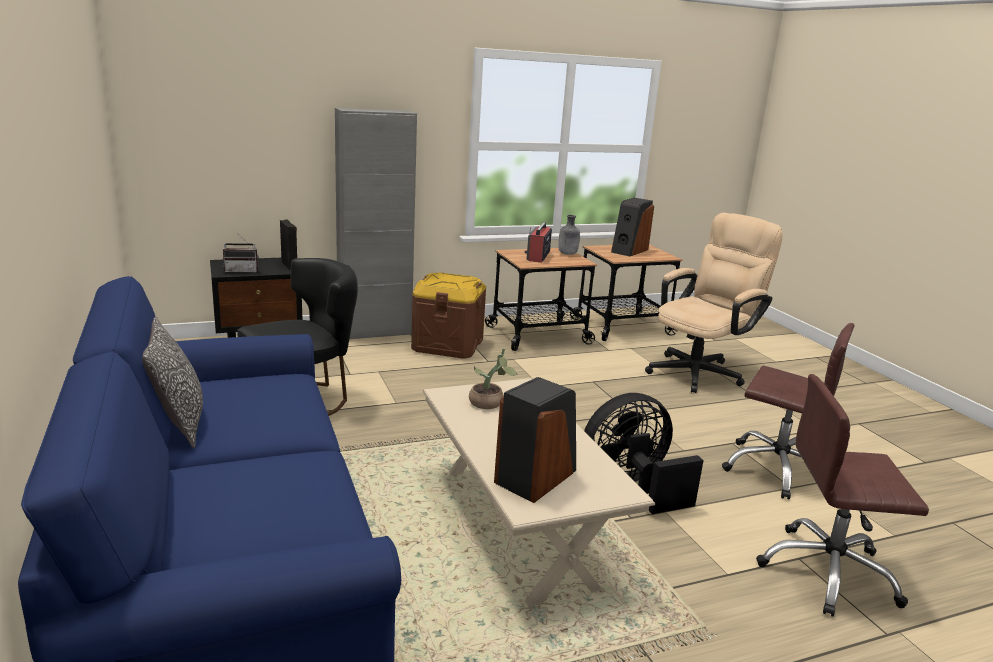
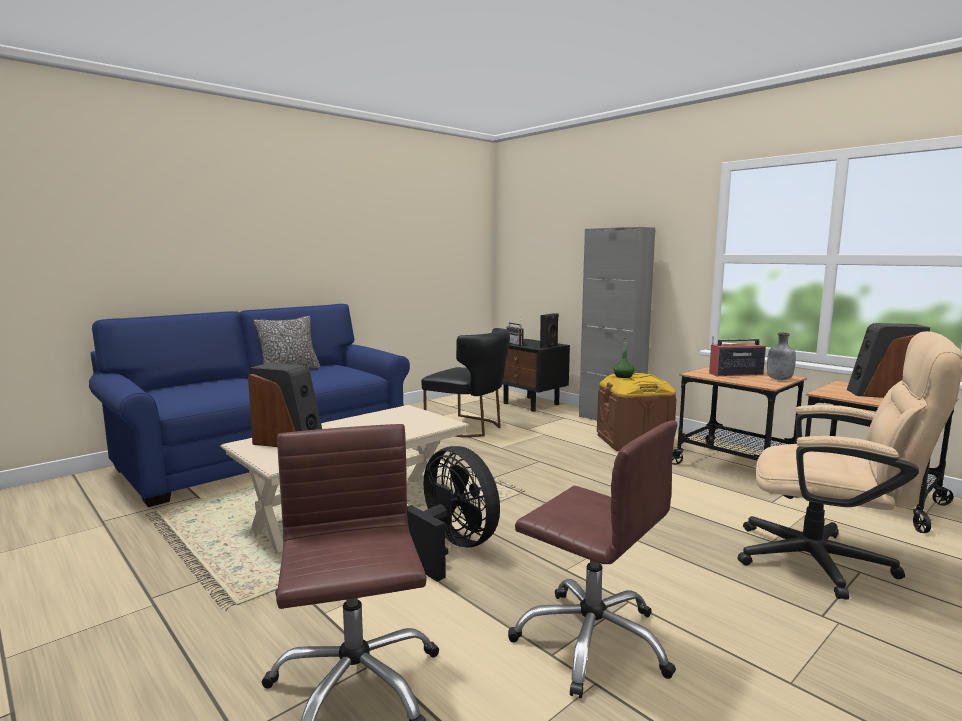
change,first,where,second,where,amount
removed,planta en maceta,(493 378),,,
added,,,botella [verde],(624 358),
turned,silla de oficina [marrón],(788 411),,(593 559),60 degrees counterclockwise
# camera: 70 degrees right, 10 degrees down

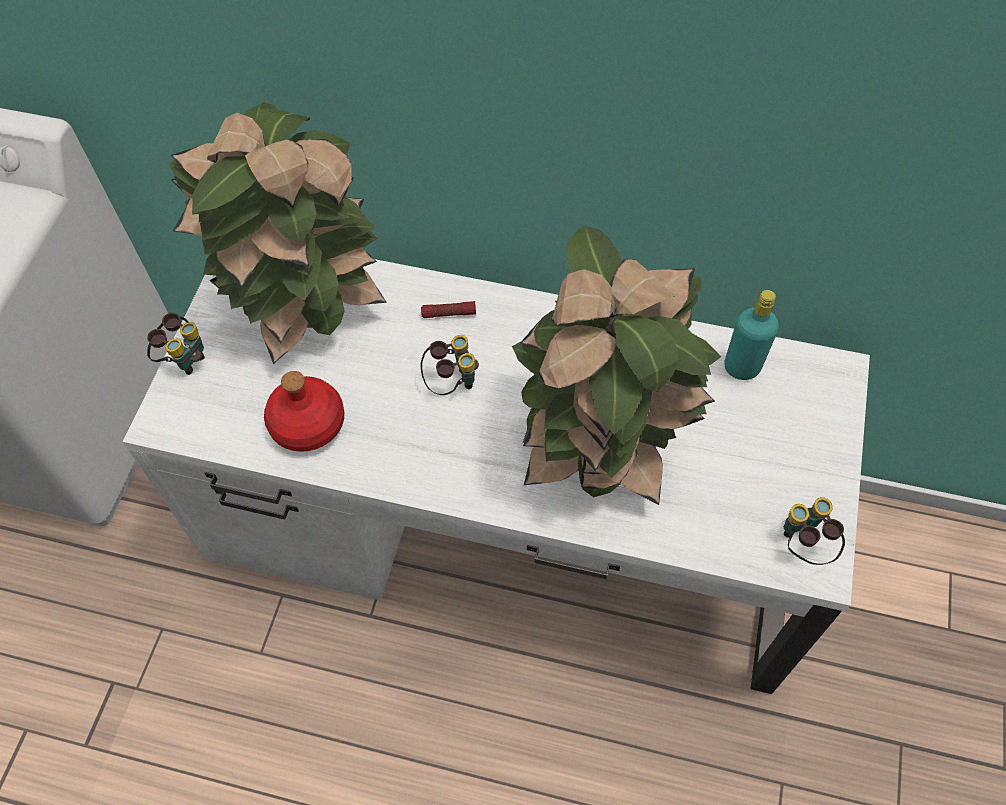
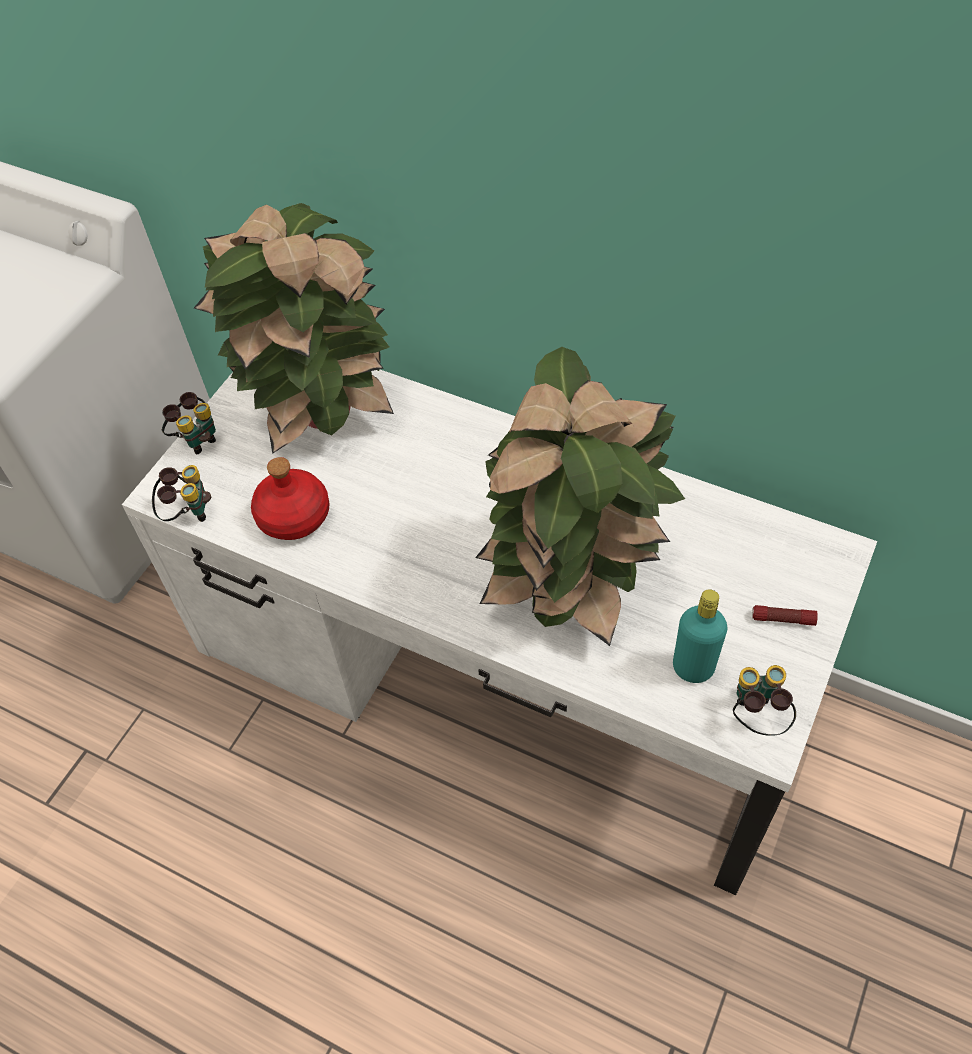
change,first,where,second,where,amount
moved,linterna,(448 309),,(785 615),
moved,prismáticos,(450 365),,(181 493),
moved,botella [turquesa],(751 335),,(700 636),
# camera: 15 degrees right, 5 degrees down

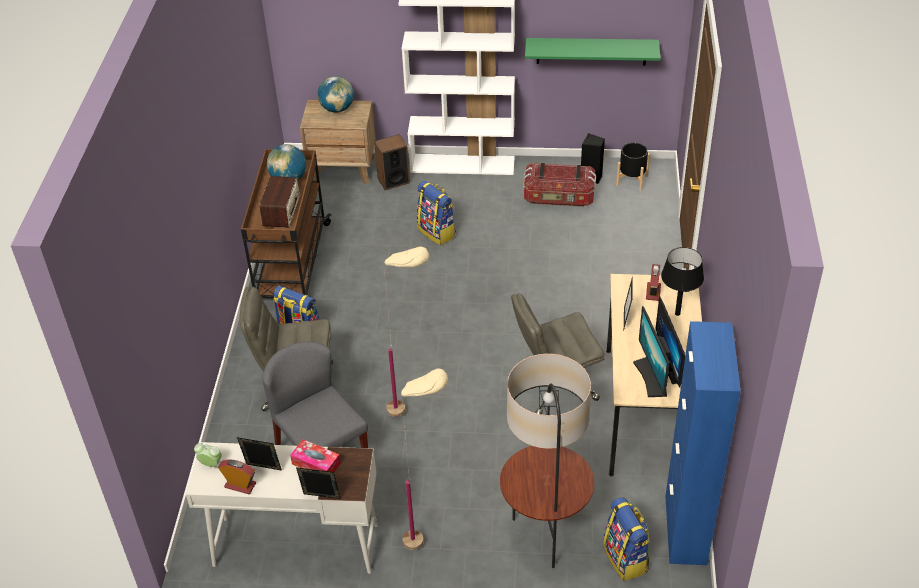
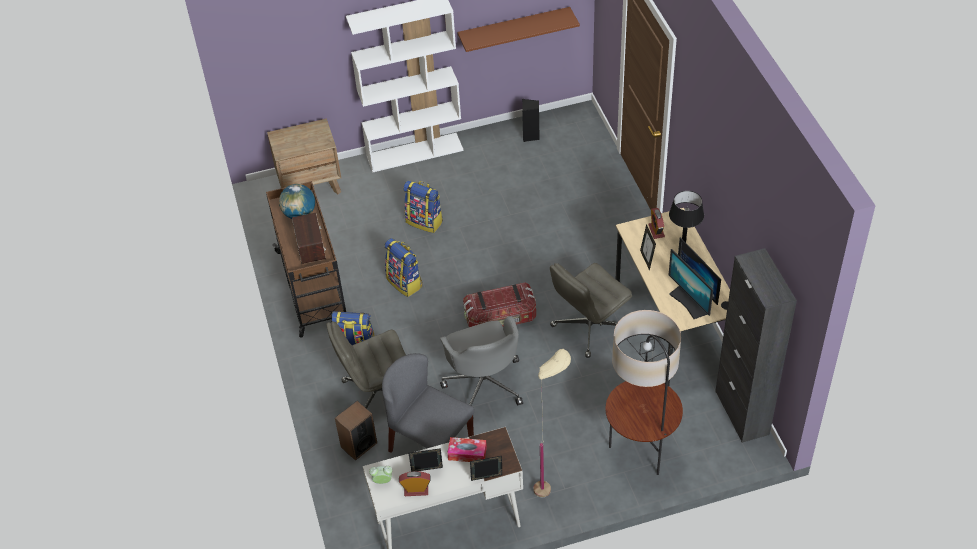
change,first,where,second,where,amount
removed,globo terráqueo,(336 94),,,
removed,maceta [negro],(633 166),,,
moved,altavoz,(392 162),,(356 431),
moved,caja de almacenaje,(559 185),,(499 305),
moved,mochila,(626 539),,(403 267),
replaced,lámpara de pie [beis],(406 331),silla de oficina [gris],(481 367),
recoloured,estante [verde],(593 51),estante [marrón],(519 29),
recoloured,armario [azul],(703 443),armario [negro],(756 345),
# camera: 20 degrees left, 5 degrees up

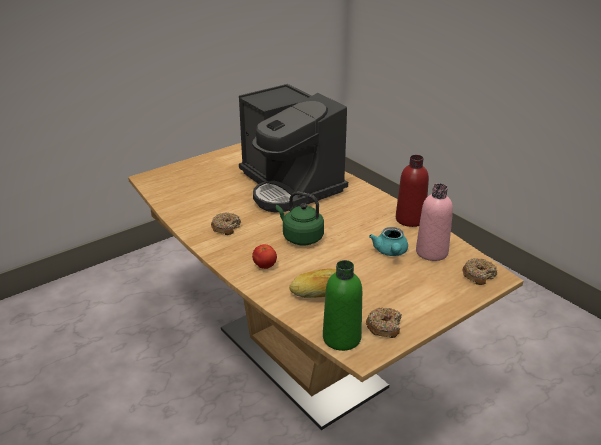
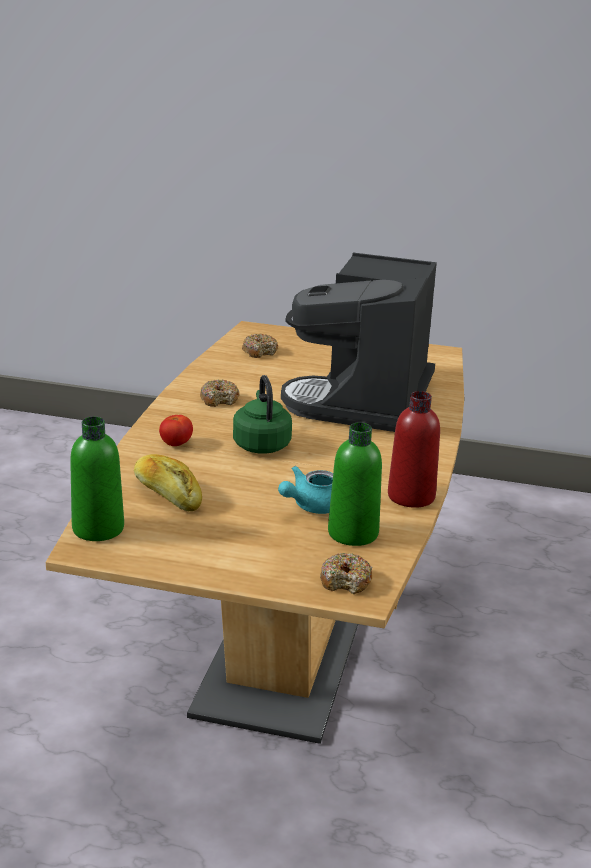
change,first,where,second,where,amount
moved,rosquilla,(384 323),,(260 346),
recoloured,botella [rosa],(434 222),botella [verde],(355 484),
# camera: 50 degrees right, 5 degrees down

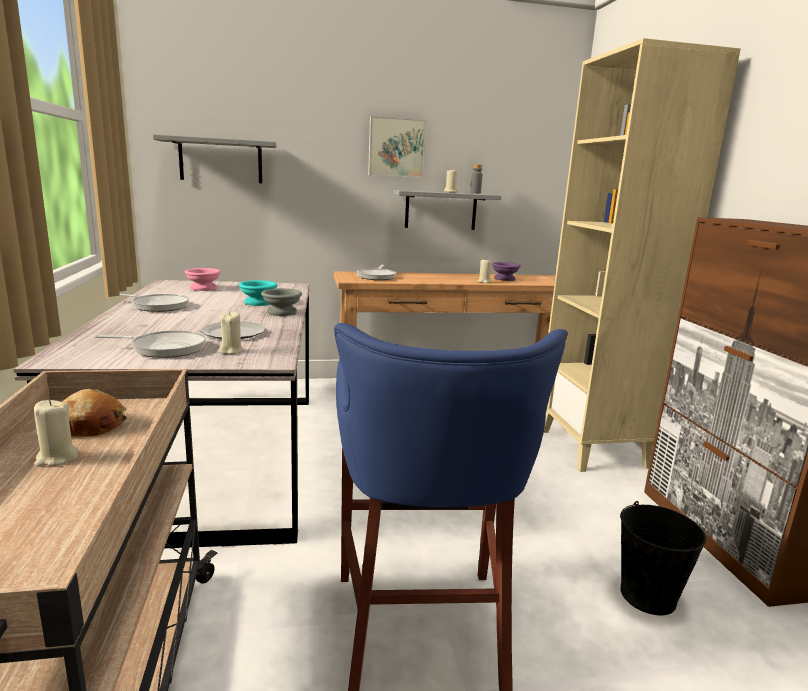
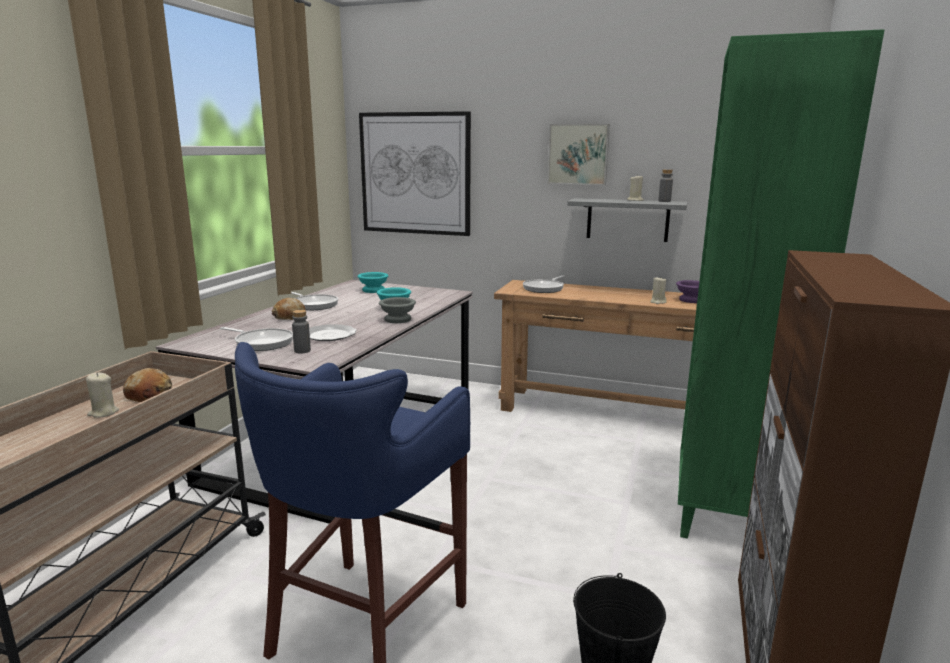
change,first,where,second,where,amount
added,,,pan,(288 309),
replaced,estante [gris],(214 158),cuadro,(415 173),
replaced,vela [beis],(231 332),botella [gris],(301 332),
recoloured,cuenco [rosa],(202 279),cuenco [turquesa],(373 282),
recoloured,estantería [beis],(642 255),estantería [verde],(781 284),
# camera: 30 degrees right, 0 degrees up

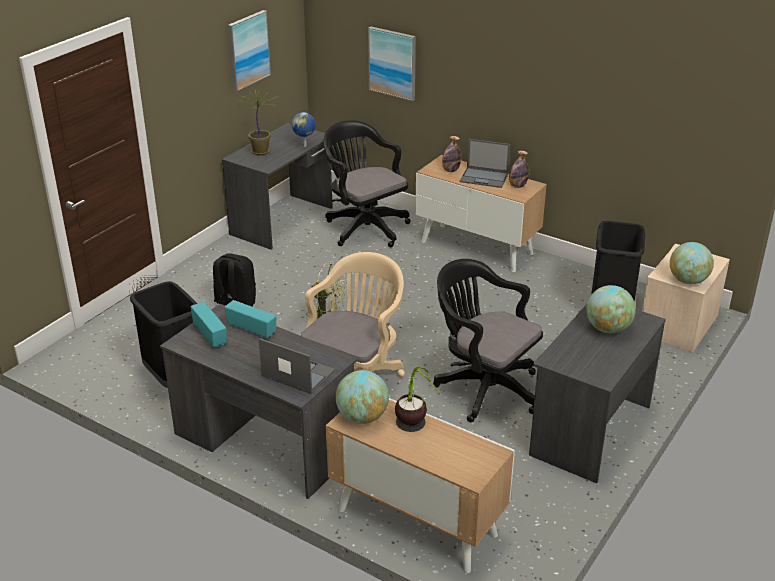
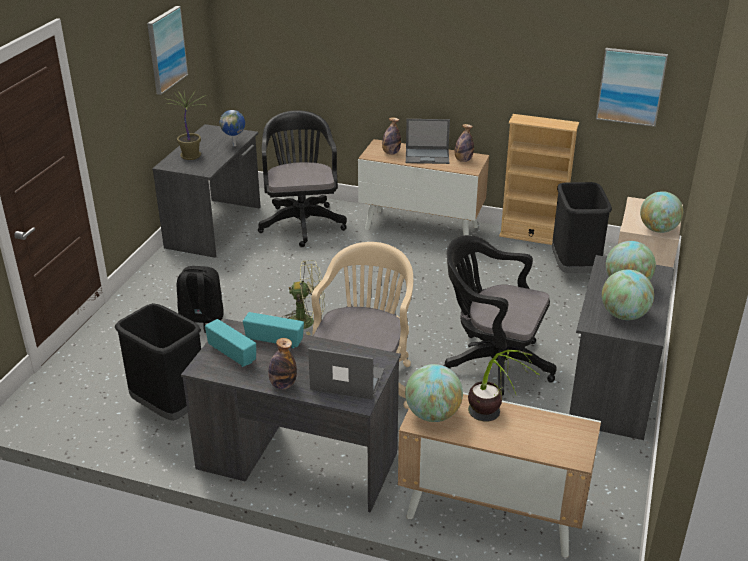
change,first,where,second,where,amount
added,,,botella,(282 363),
added,,,estantería [beis],(539 179),
added,,,globo terráqueo,(628 295),
moved,cuadro,(392 64),,(632 87),
turned,silla de oficina [negro],(367 183),,(302 178),45 degrees clockwise
# camera: 15 degrees left, 0 degrees up

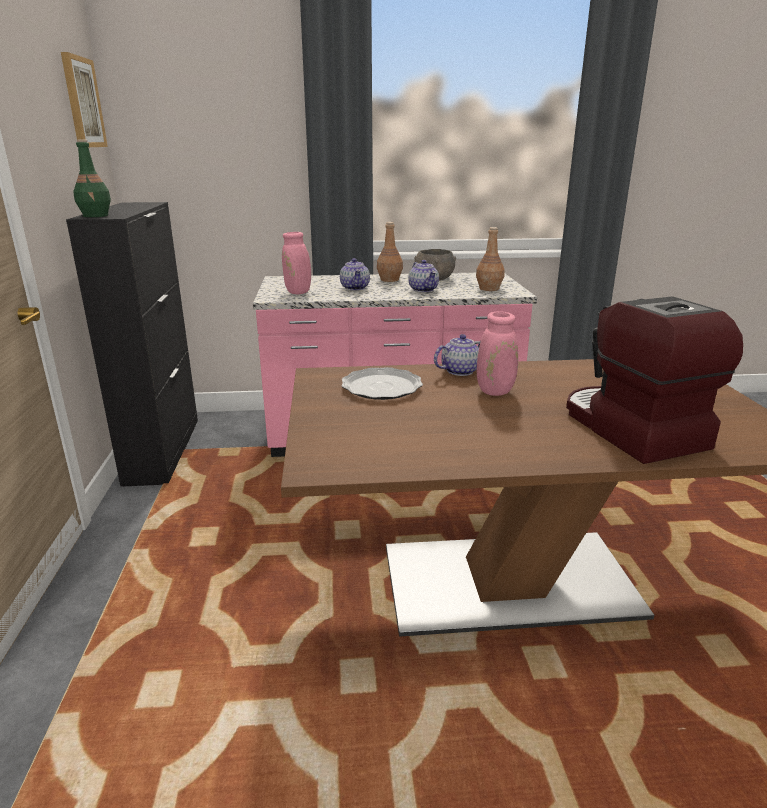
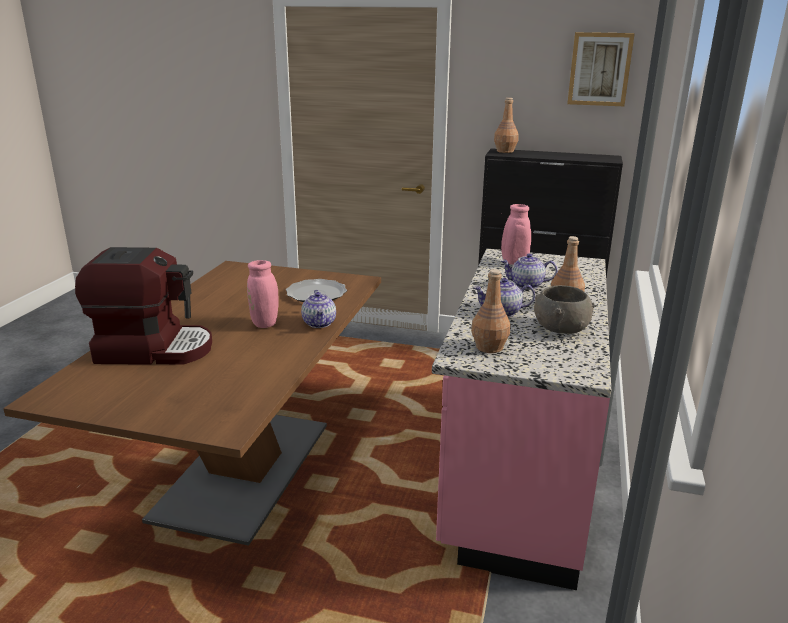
change,first,where,second,where,amount
recoloured,botella [verde],(92 178),botella [marrón],(506 125),
# camera: 110 degrees right, 0 degrees up

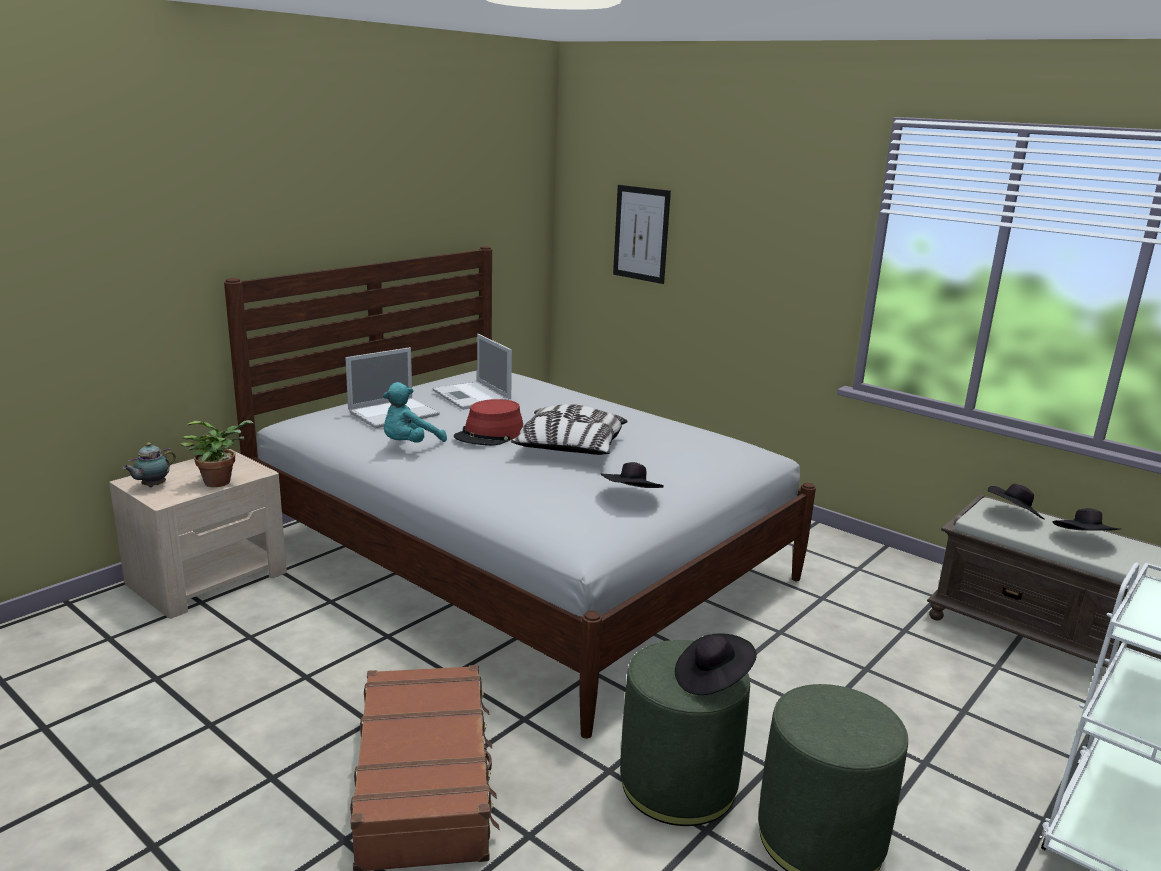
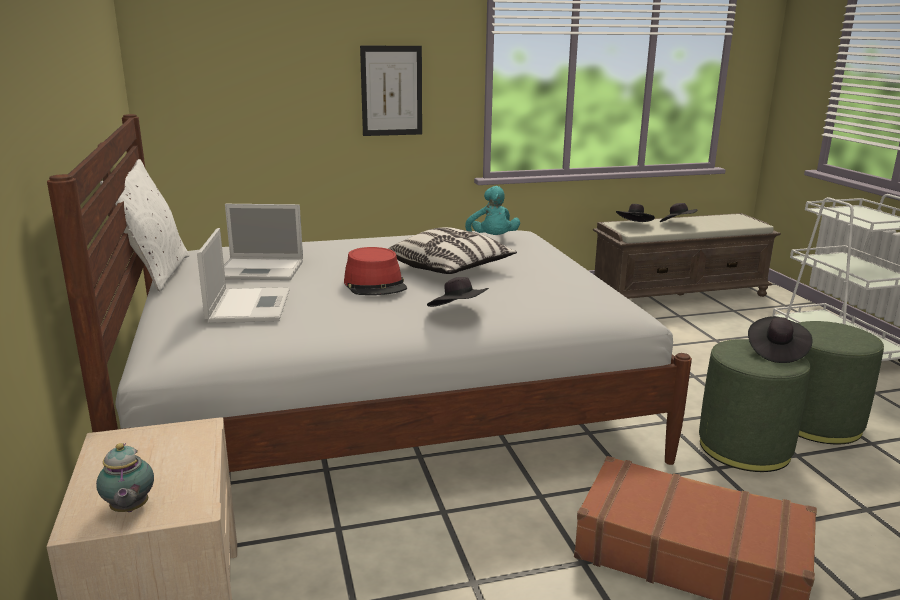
change,first,where,second,where,amount
removed,planta en maceta,(217 453),,,
added,,,cojín [blanco],(144 225),
moved,peluche [turquesa],(415 412),,(492 210),
moved,sombrero [negro],(632 475),,(458 292),
moved,cuadro,(642 234),,(391 91),
# camera: 55 degrees left, 0 degrees up

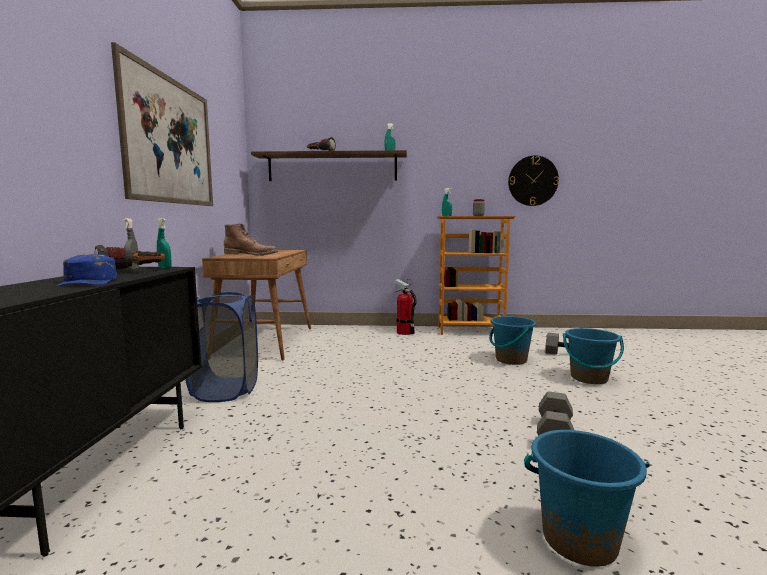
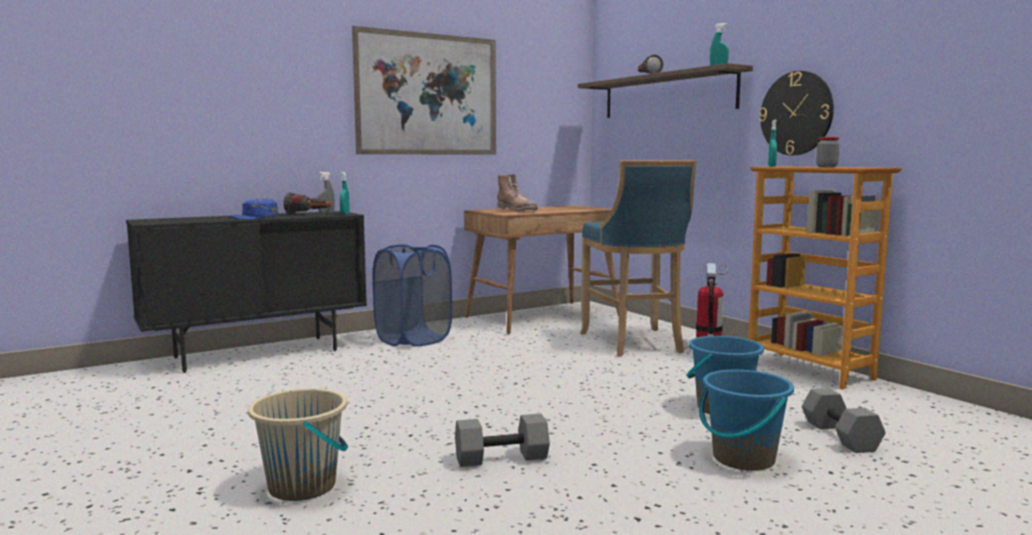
change,first,where,second,where,amount
added,,,taburete [azul],(638 258),
moved,reloj de pared,(533 180),,(796 113),
recoloured,cubo [azul],(587 498),cubo [beis],(298 444),
# camera: 55 degrees right, 0 degrees up

